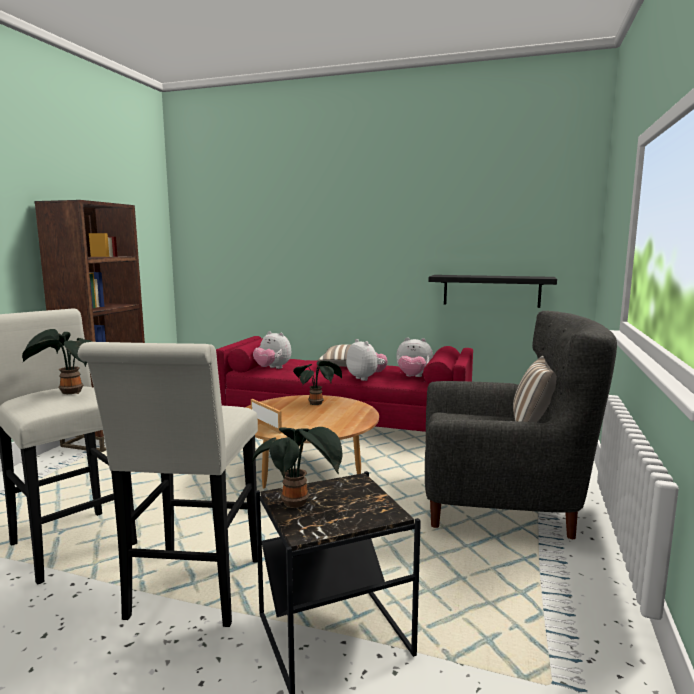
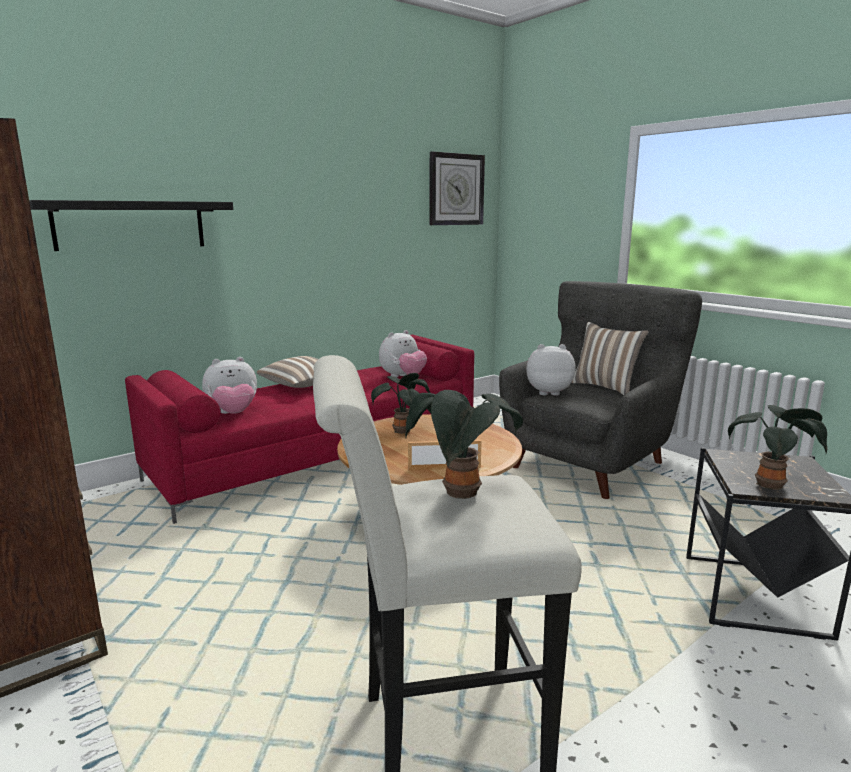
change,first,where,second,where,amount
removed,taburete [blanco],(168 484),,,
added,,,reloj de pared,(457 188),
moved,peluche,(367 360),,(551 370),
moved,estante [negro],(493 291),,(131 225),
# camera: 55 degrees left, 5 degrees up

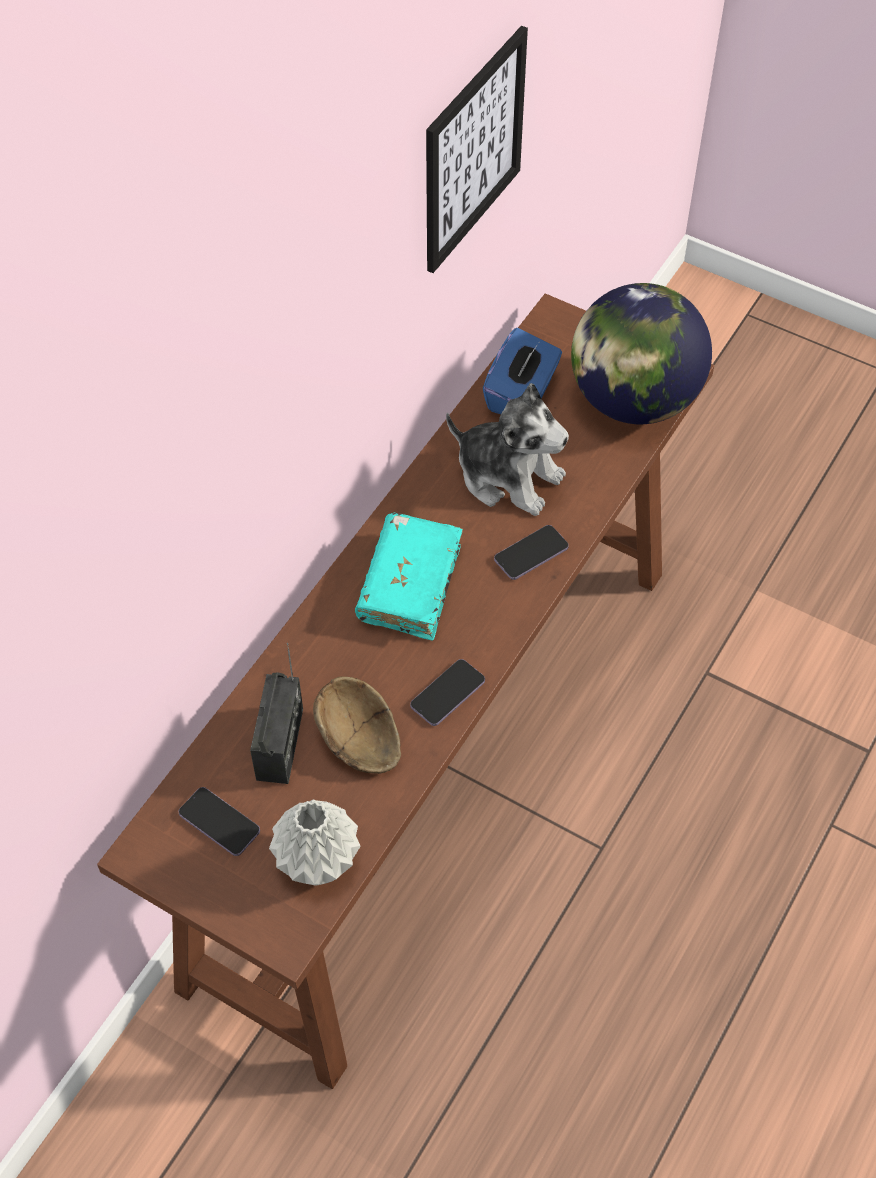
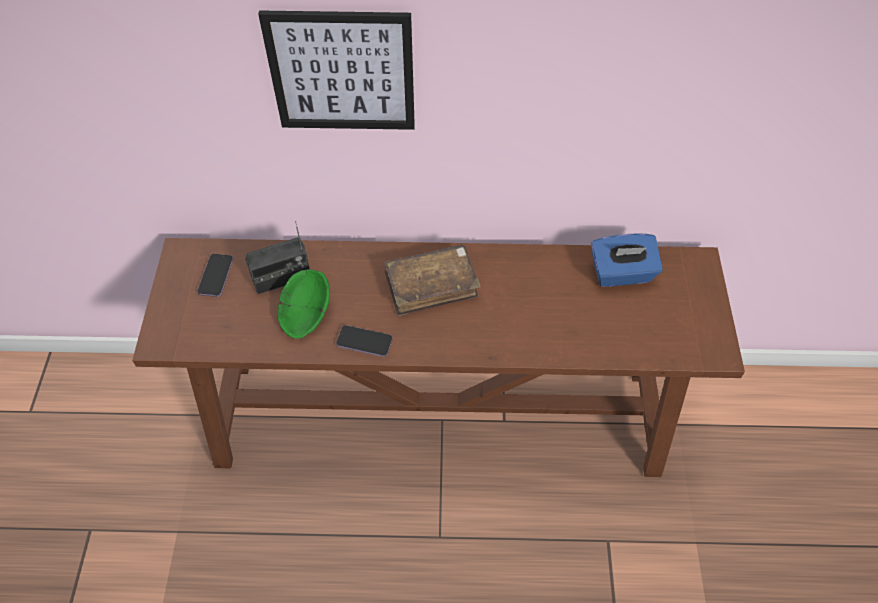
change,first,where,second,where,amount
removed,florero [gris],(314 842),,,
removed,peluche,(507 449),,,
removed,móvil,(531 552),,,
removed,globo terráqueo,(641 354),,,
moved,cuadro,(477 149),,(336 70),
recoloured,cuenco [marrón],(357 725),cuenco [verde],(304 304),
recoloured,libro [turquesa],(409 577),libro [marrón],(432 280),
# camera: 60 degrees right, 0 degrees up

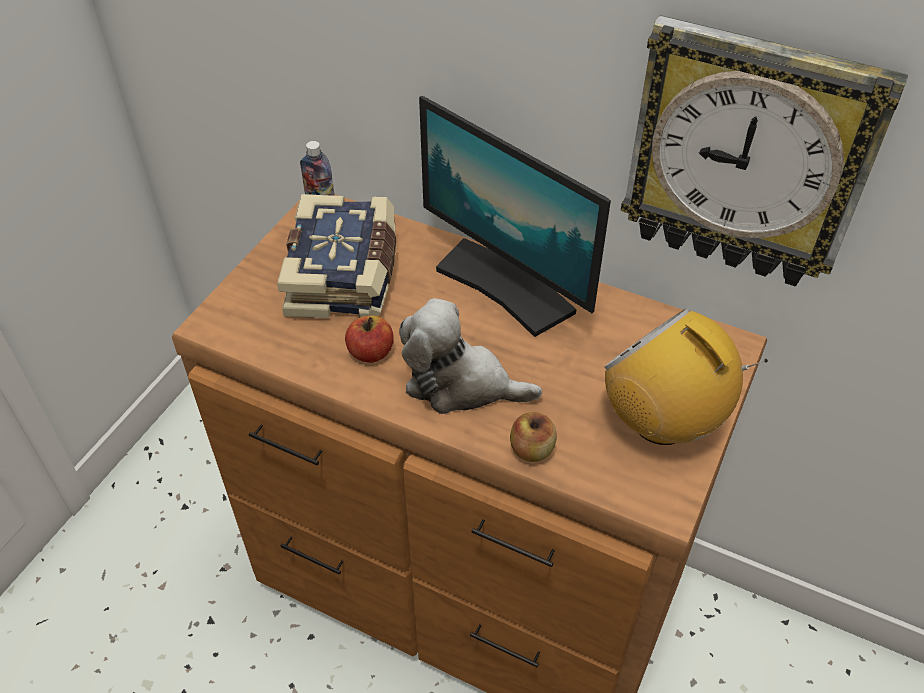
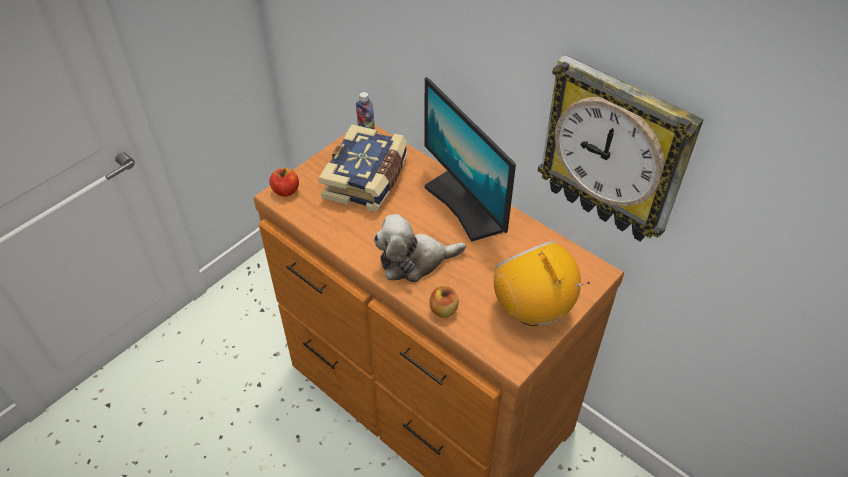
change,first,where,second,where,amount
moved,manzana,(369 339),,(284 182),
turned,peluche,(470 356),,(420 248),45 degrees counterclockwise
# camera: 15 degrees right, 0 degrees up

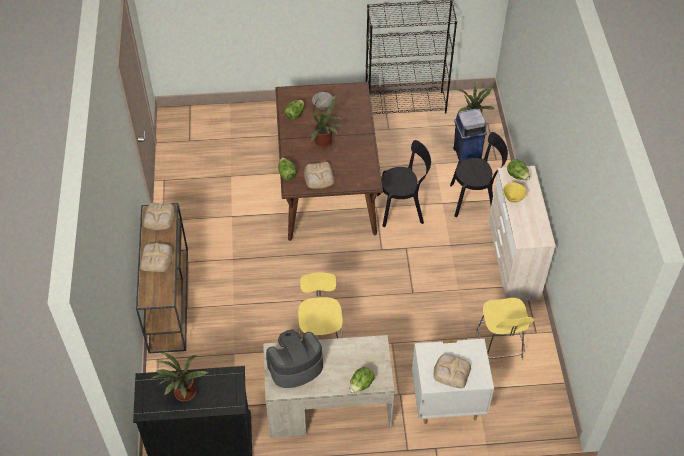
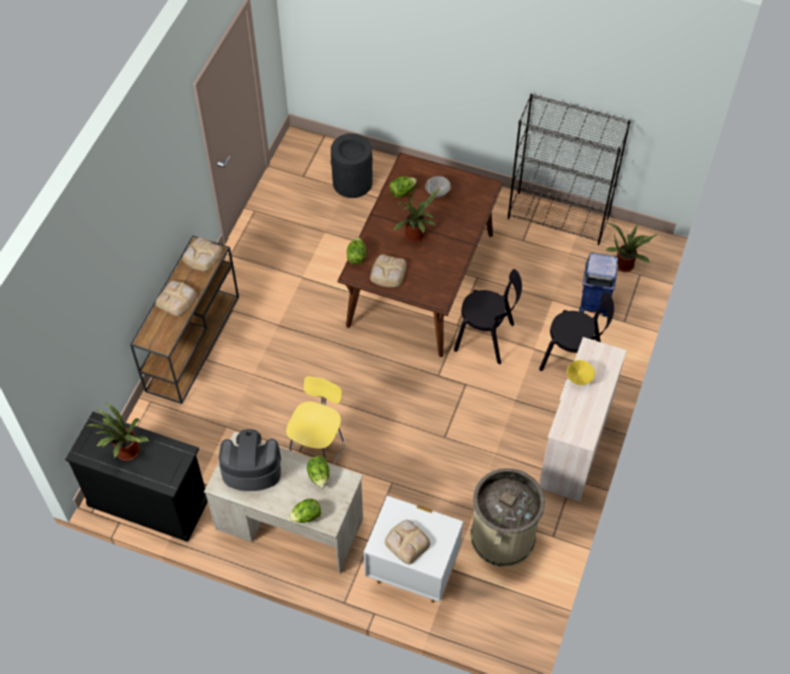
change,first,where,second,where,amount
added,,,papelera [negro],(352 165),
moved,lechuga,(518 169),,(318 472),
replaced,taburete [amarillo],(505 329),papelera [beis],(508 517),
# camera: 25 degrees right, 5 degrees up

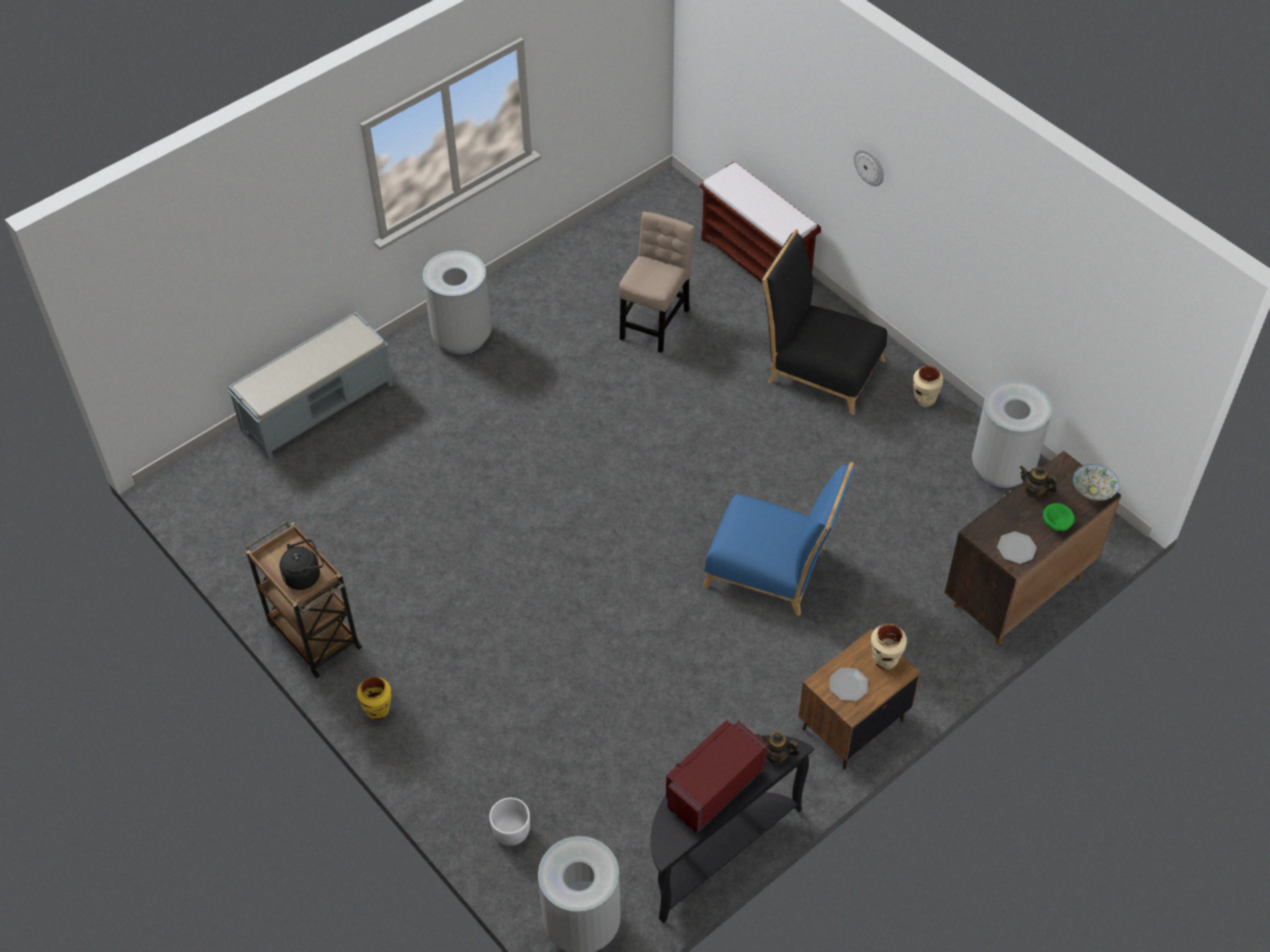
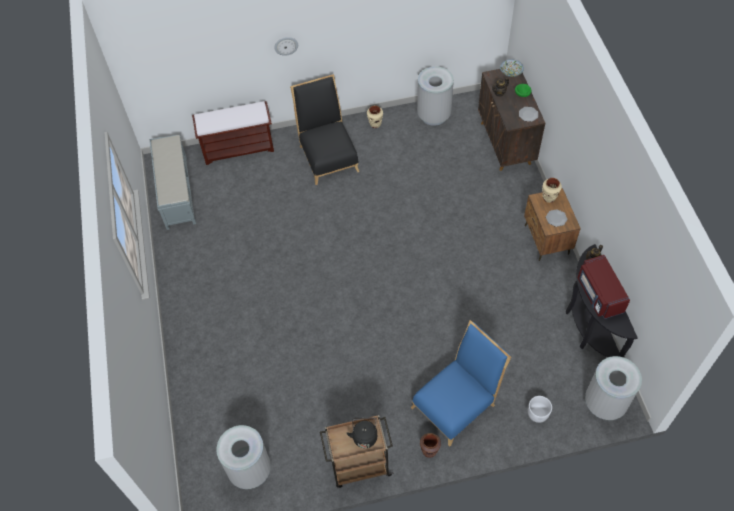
change,first,where,second,where,amount
removed,silla [beis],(657 282),,,
moved,banco [gris],(310 386),,(173 182),
moved,papelera [gris],(457 303),,(243 457),
moved,silla [azul],(778 539),,(461 383),
recoloured,florero [amarillo],(374 698),florero [marrón],(430 445),
turned,silla [negro],(824 322),,(324 129),105 degrees clockwise
# camera: 60 degrees left, 5 degrees up

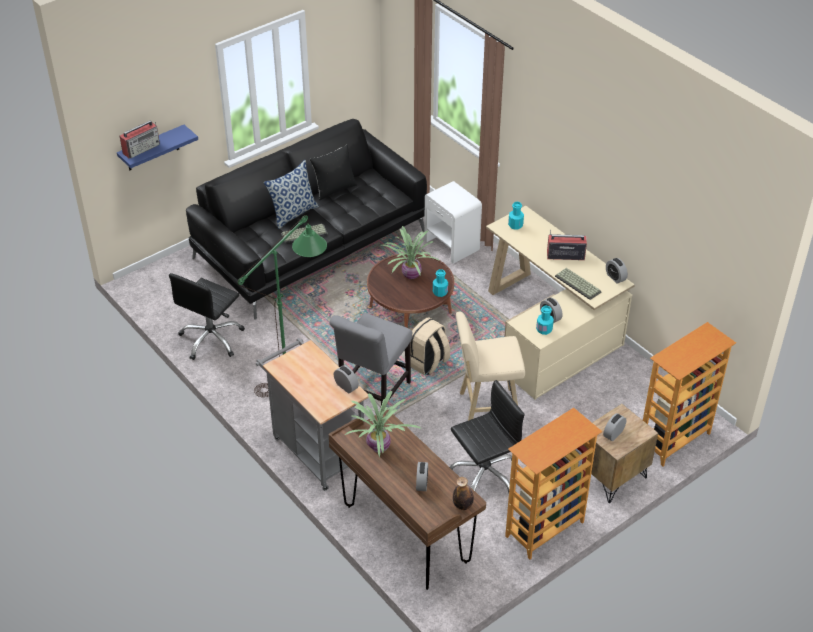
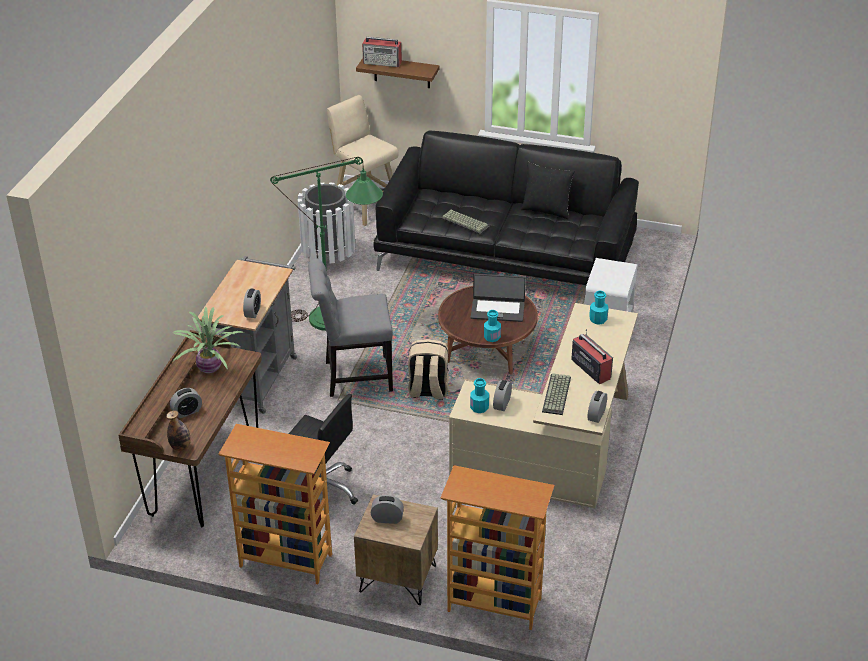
change,first,where,second,where,amount
removed,cojín,(291 194),,,
moved,taburete [beis],(490 366),,(363 160),
replaced,silla de oficina [negro],(207 316),papelera [blanco],(326 223),
replaced,planta en maceta,(410 252),portátil,(498 298),
recoloured,estante [azul],(157 147),estante [marrón],(398 73),
# camera: 55 degrees right, 5 degrees down

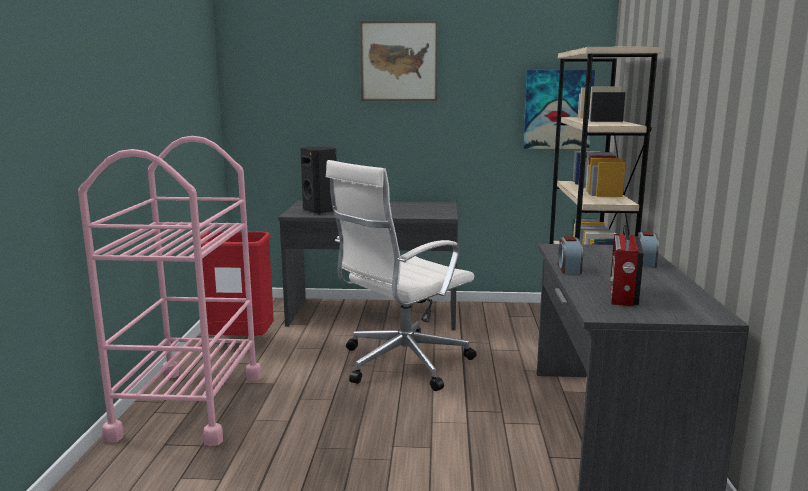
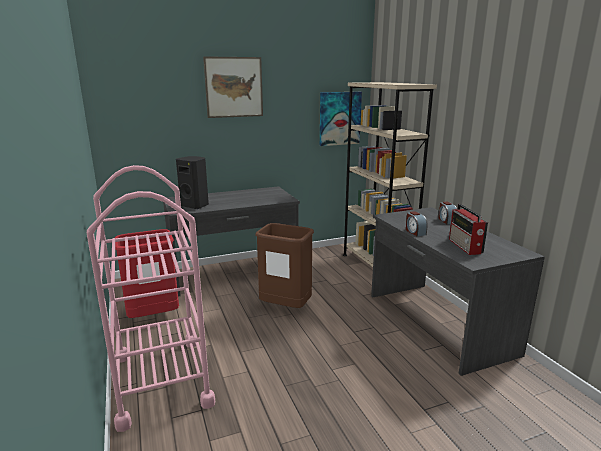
change,first,where,second,where,amount
replaced,silla de oficina [blanco],(401 275),papelera [marrón],(284 265),
# camera: 25 degrees left, 5 degrees up

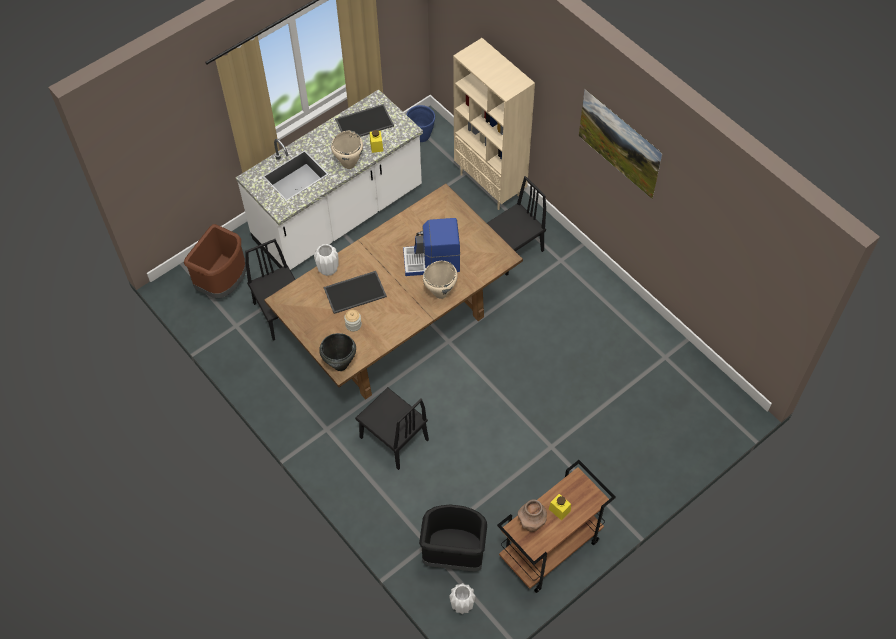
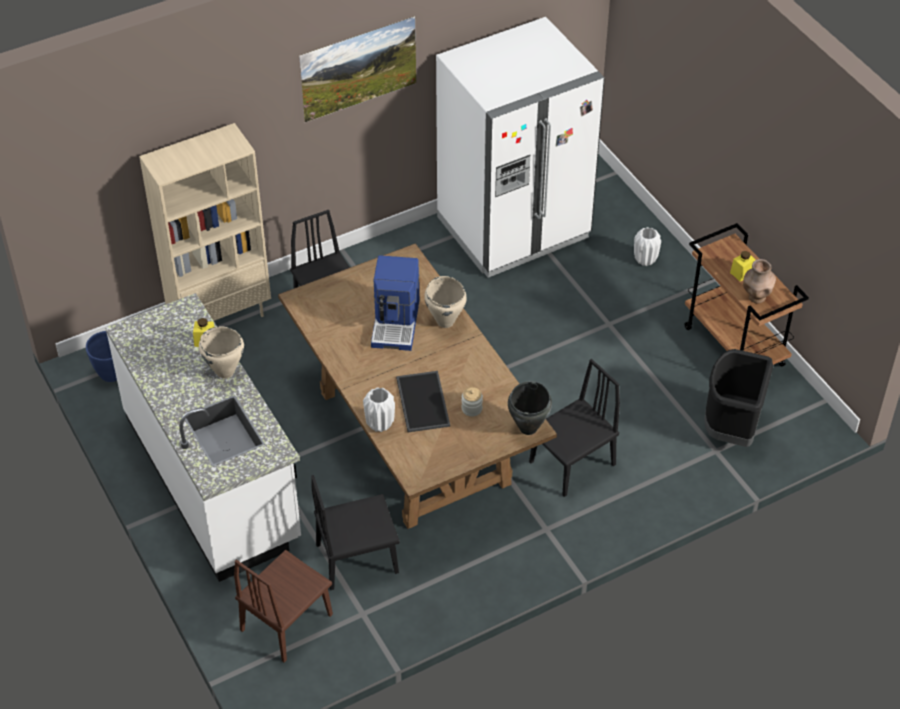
change,first,where,second,where,amount
removed,bandeja,(364 120),,,
added,,,nevera [blanco],(520 147),
moved,florero [blanco],(462 598),,(647 246),
replaced,papelera [marrón],(215 261),silla [marrón],(283 606),
# camera: 80 degrees left, 10 degrees down

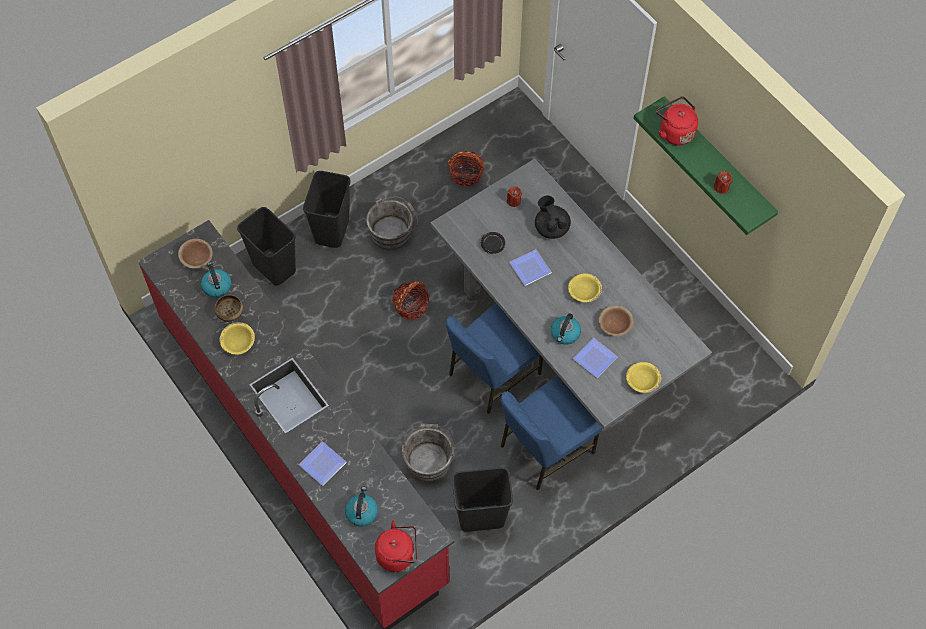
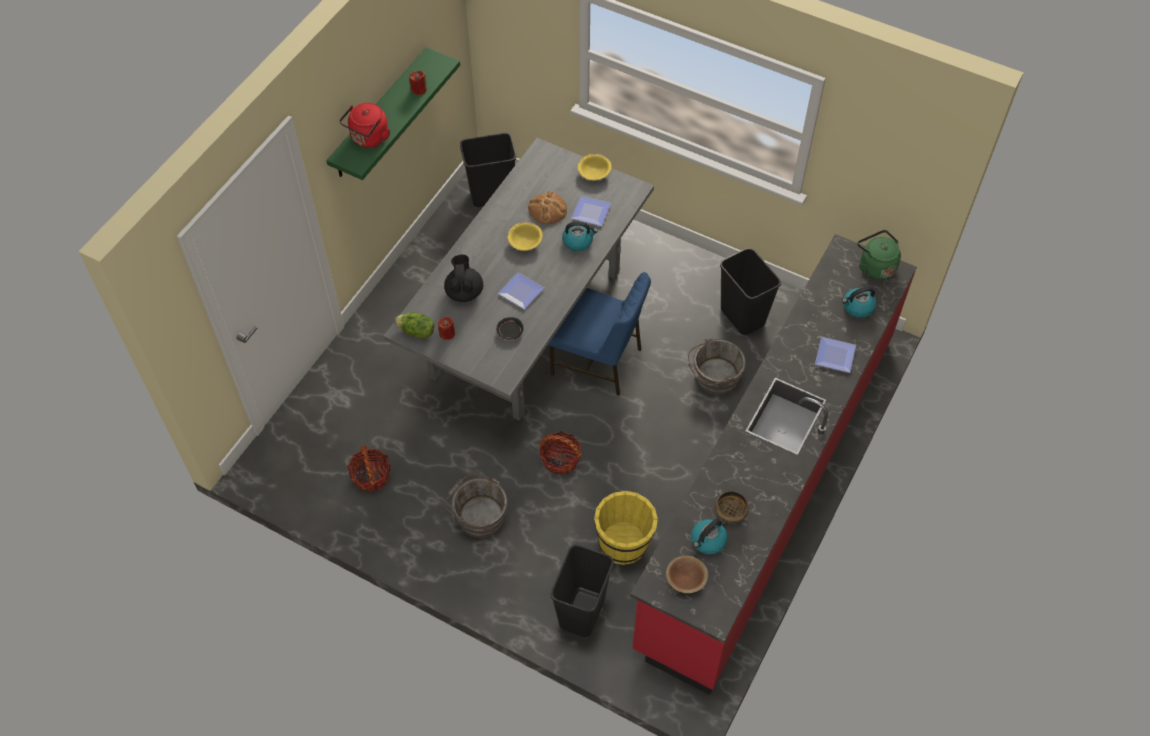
change,first,where,second,where,amount
removed,cuenco [amarillo],(237 338),,,
removed,silla [azul],(551 433),,,
added,,,lechuga,(414 325),
added,,,cubo [amarillo],(626 528),
moved,papelera [negro],(327 209),,(488 170),
replaced,cuenco [marrón],(616 320),pan,(547 208),
recoloured,hervidor [rojo],(396 546),hervidor [verde],(879 255),
turned,tetera [negro],(553 217),,(463 278),135 degrees clockwise
# camera: 115 degrees left, 5 degrees down

